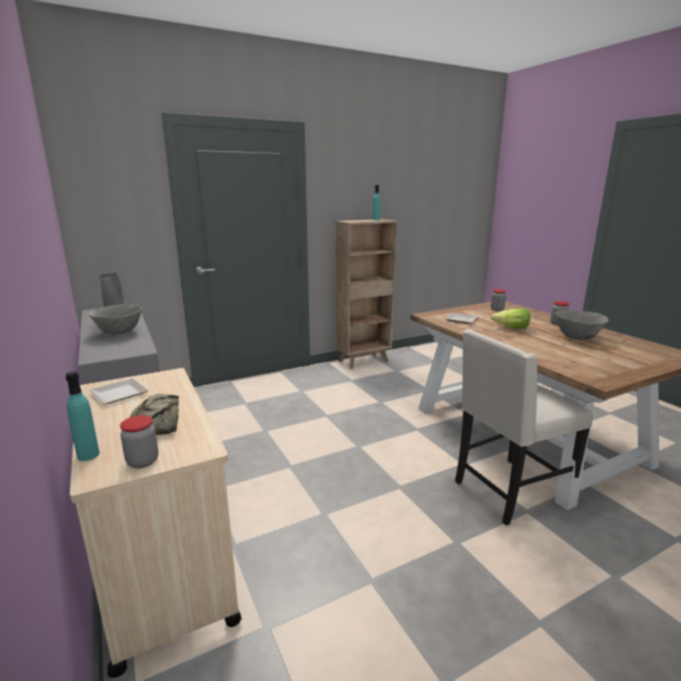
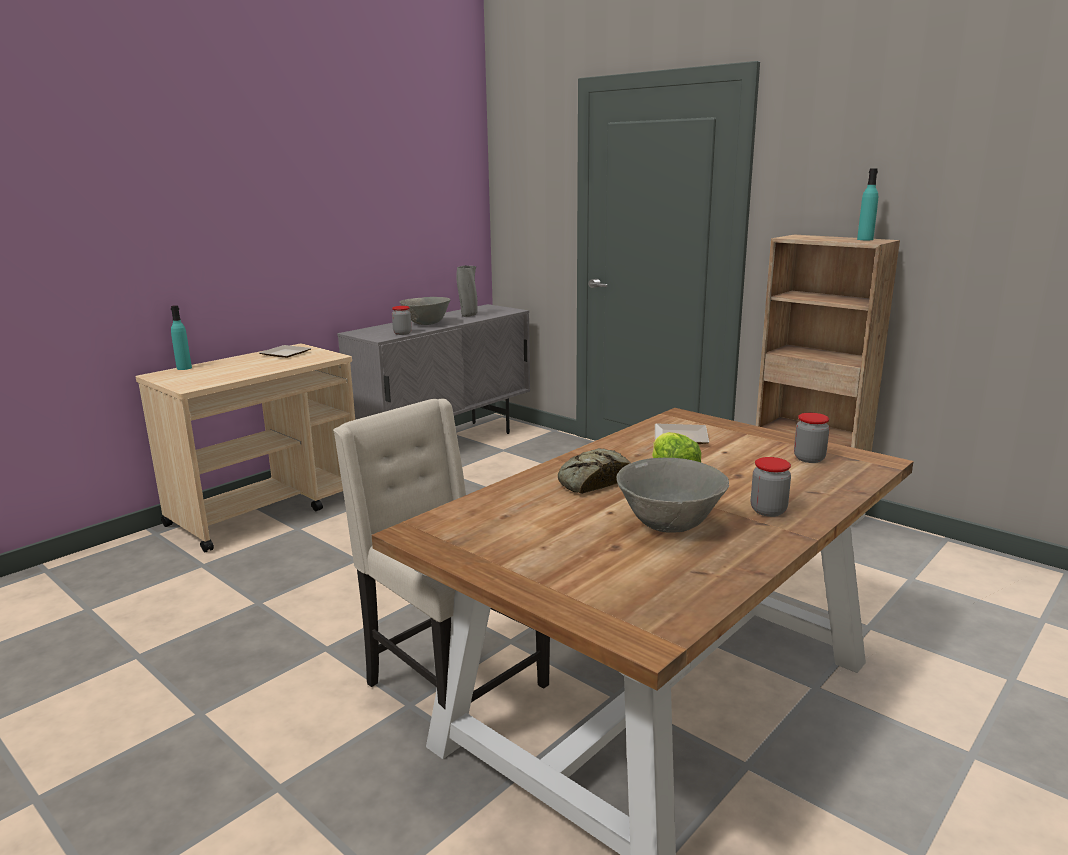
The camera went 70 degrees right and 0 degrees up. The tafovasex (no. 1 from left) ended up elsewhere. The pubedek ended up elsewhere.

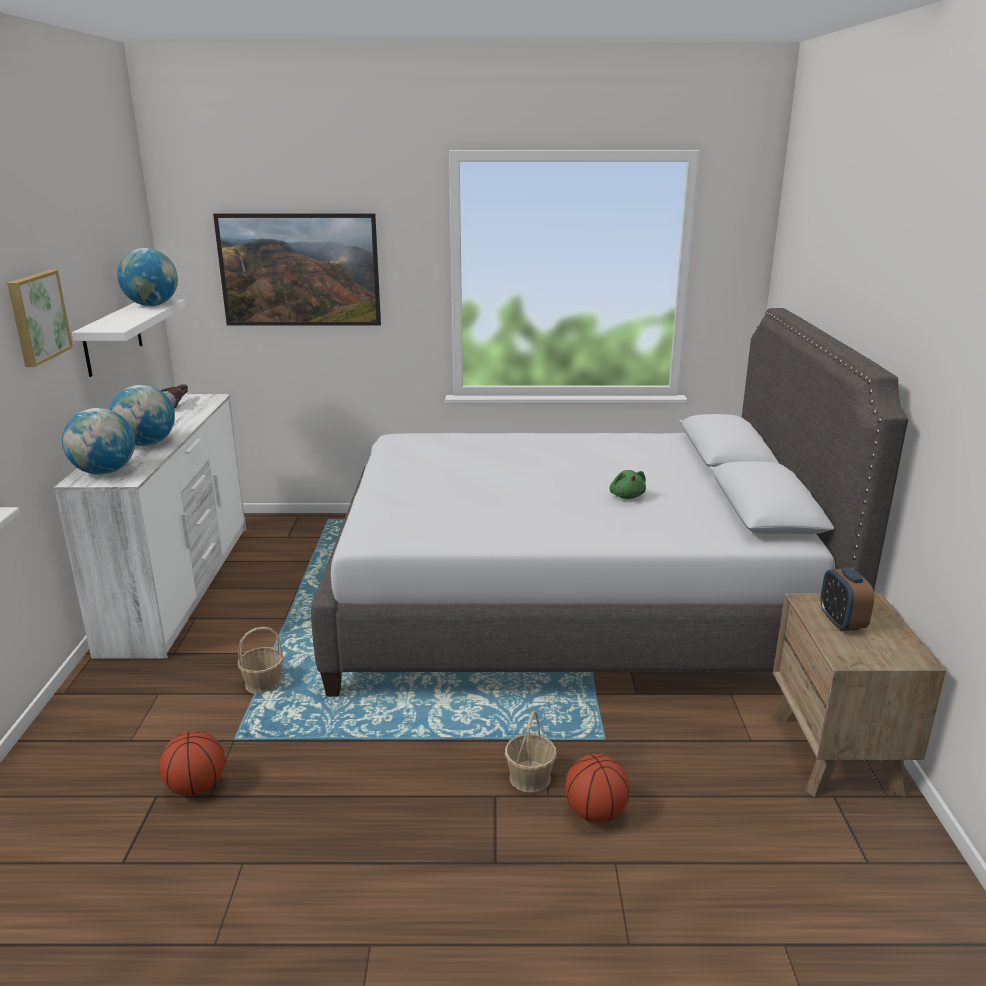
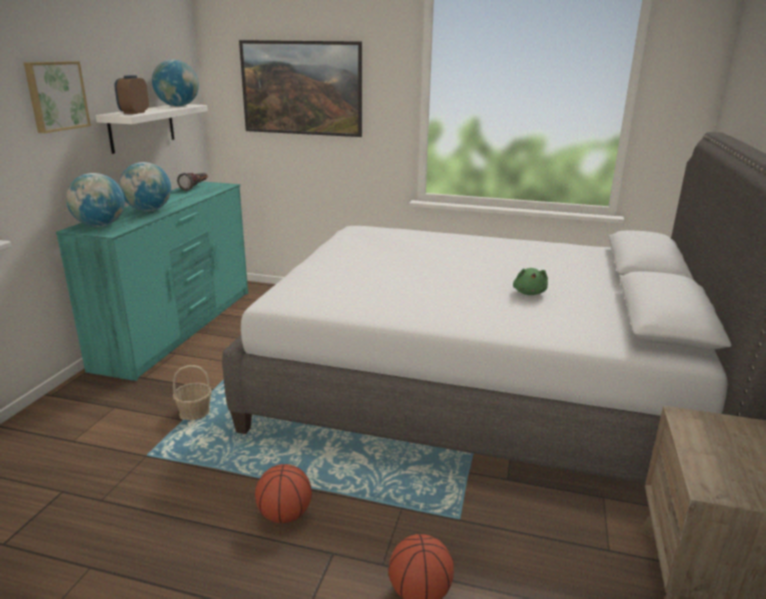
The camera went 15 degrees right and 0 degrees up. What was the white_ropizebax turned into the turquoise_ropizebax. The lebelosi (no. 1 from left) ended up elsewhere. The second view lost the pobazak (no. 2 from left). The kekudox ended up elsewhere.

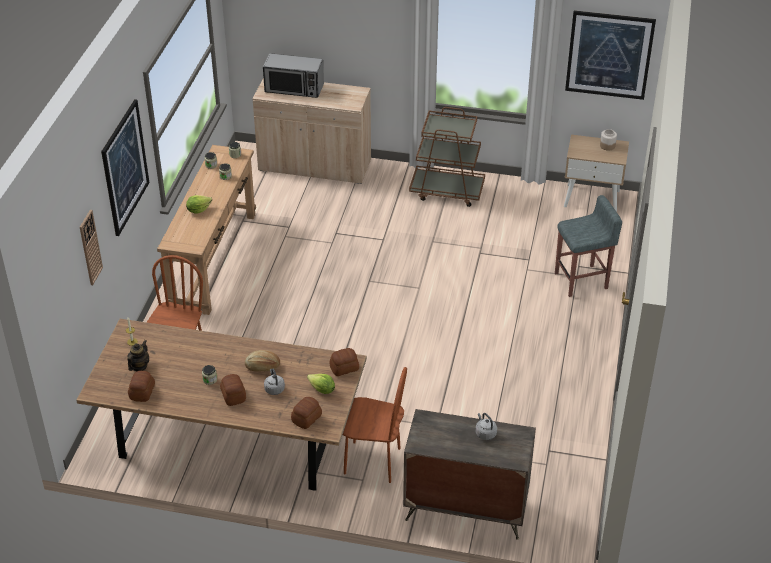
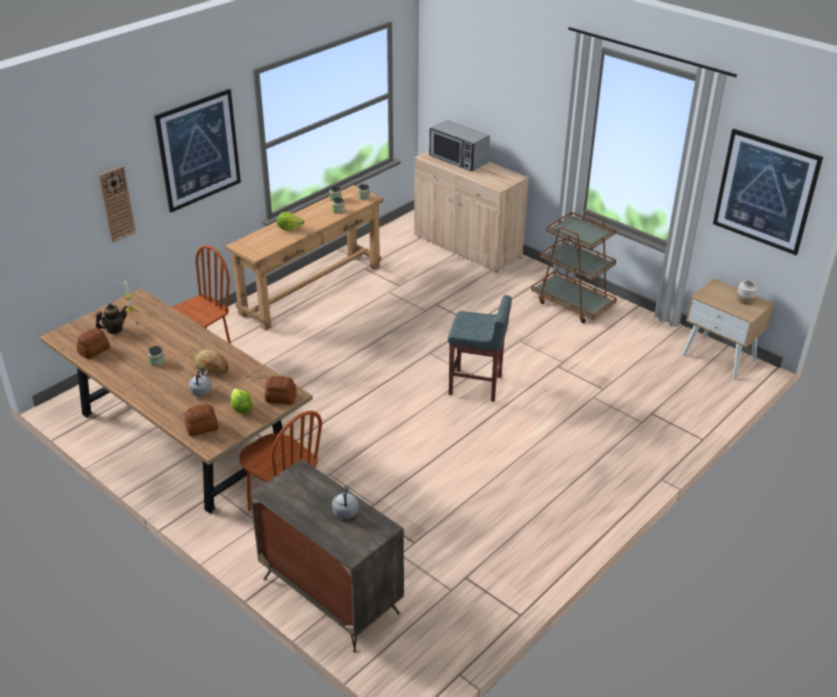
The camera went 30 degrees right and 5 degrees down. The second view lost the pubedek (no. 2 from left). The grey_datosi ended up elsewhere.

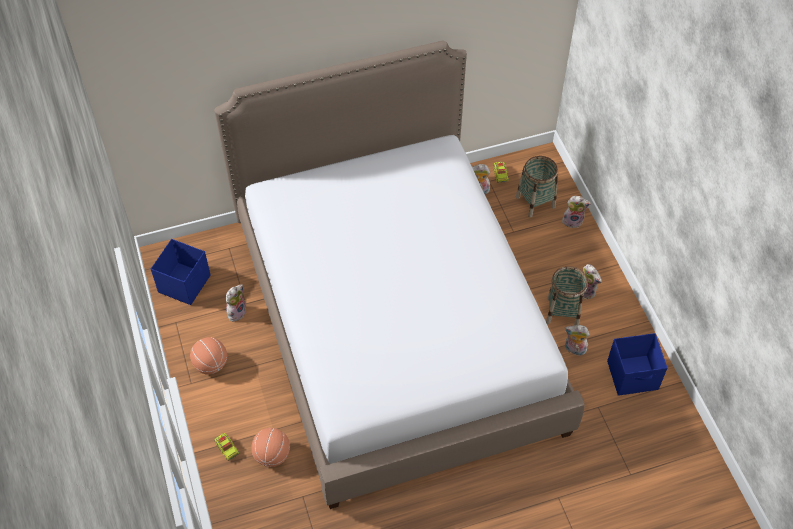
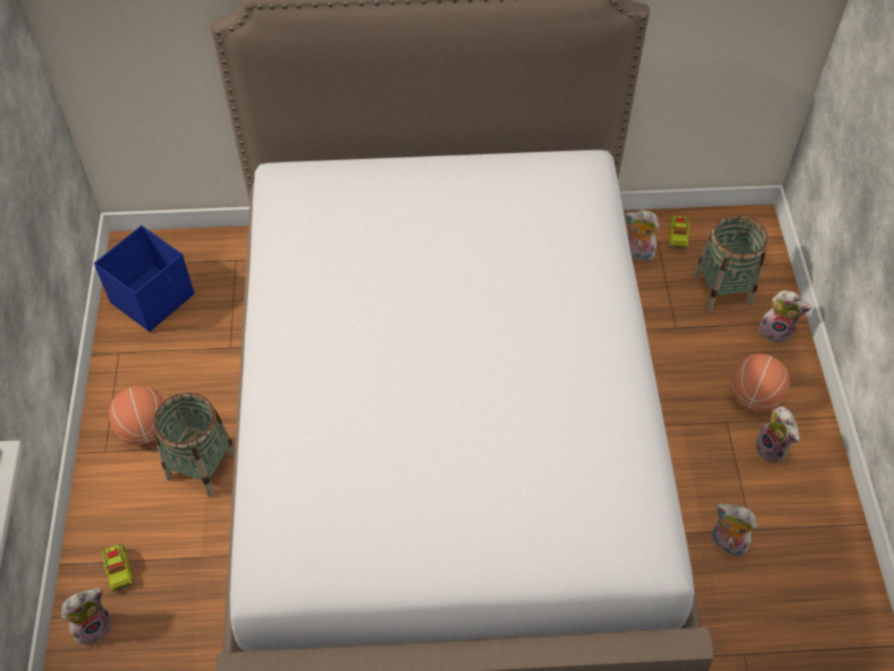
The camera went 15 degrees right and 0 degrees up. The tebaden (no. 1 from left) ended up elsewhere. The lebelosi (no. 2 from left) ended up elsewhere. The pobazak (no. 2 from left in the first image) ended up elsewhere. The second view lost the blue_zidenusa (no. 2 from left).

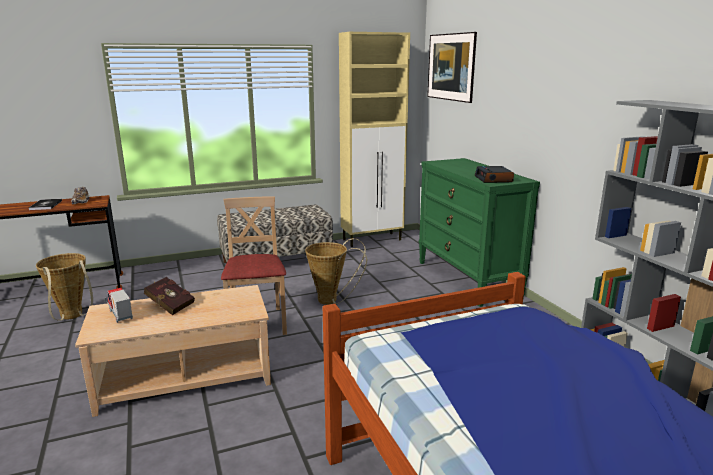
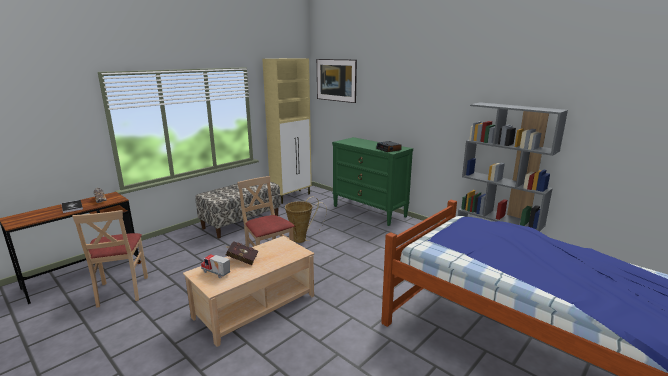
The camera went 25 degrees left and 0 degrees up. Where the pobazak (no. 1 from left) stood, the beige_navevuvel (no. 1 from left) came to stand.

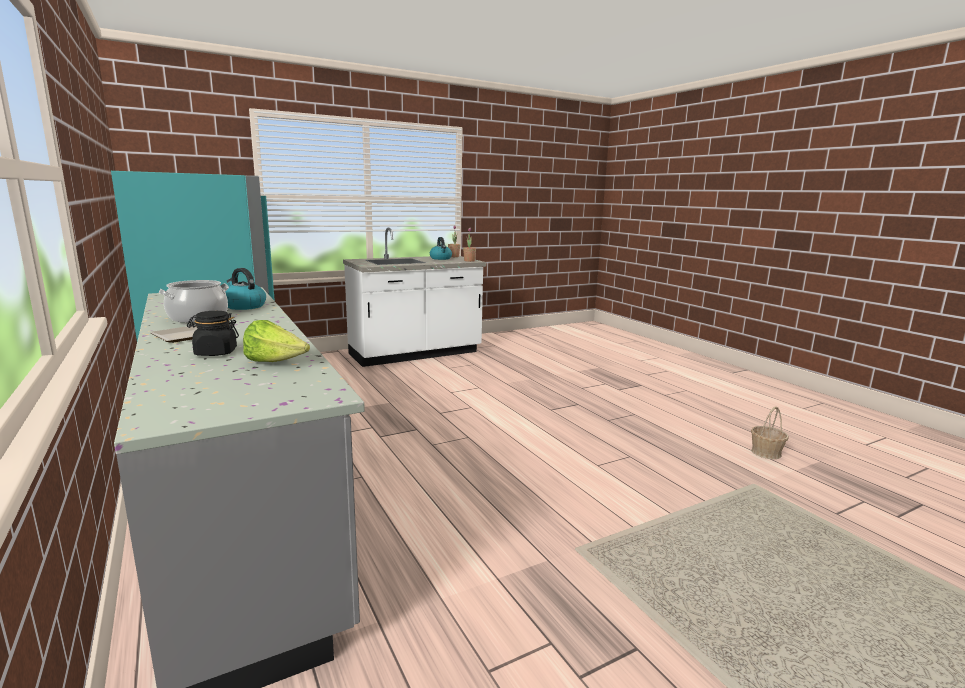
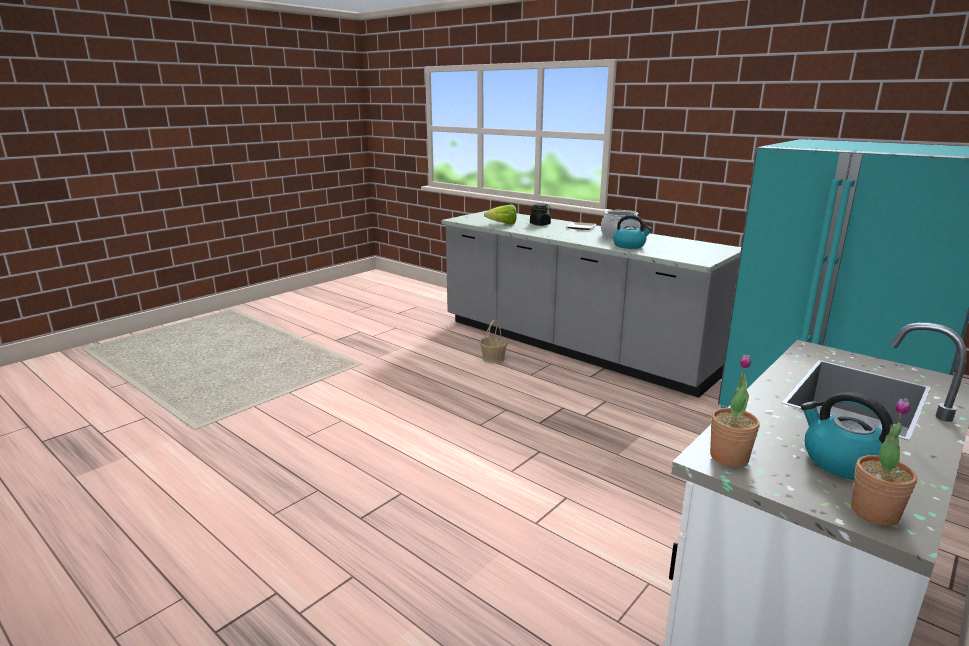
The camera went 160 degrees right and 5 degrees up. The pobazak ended up elsewhere.

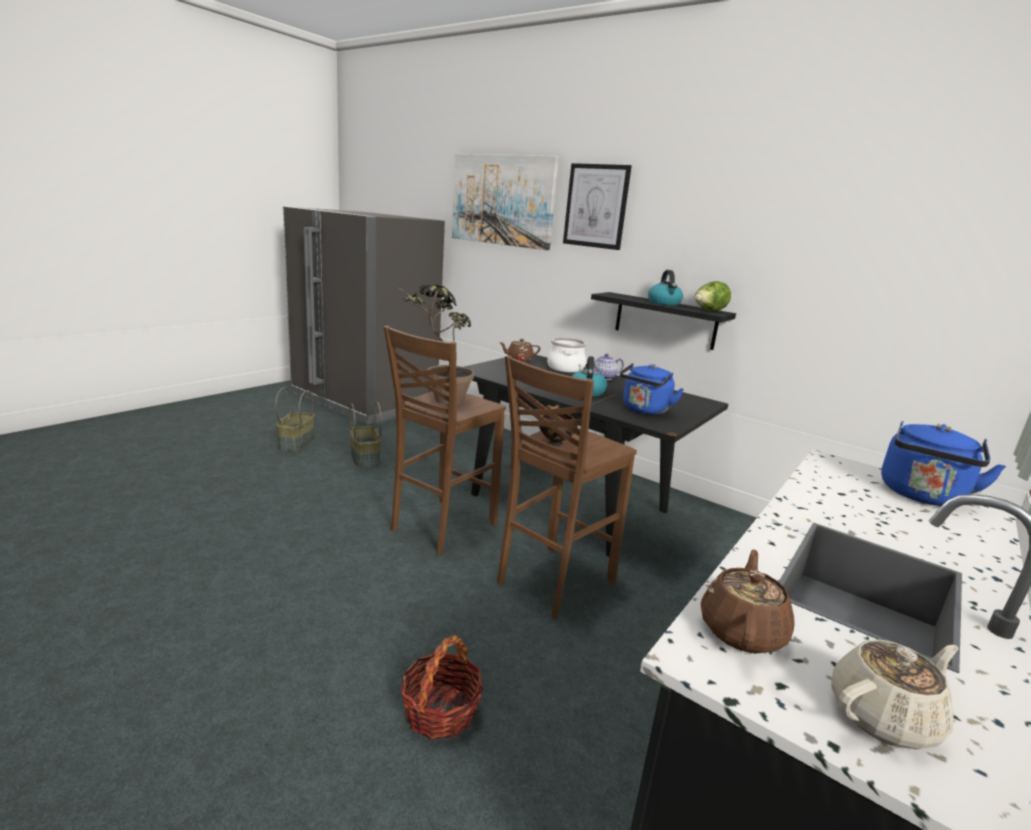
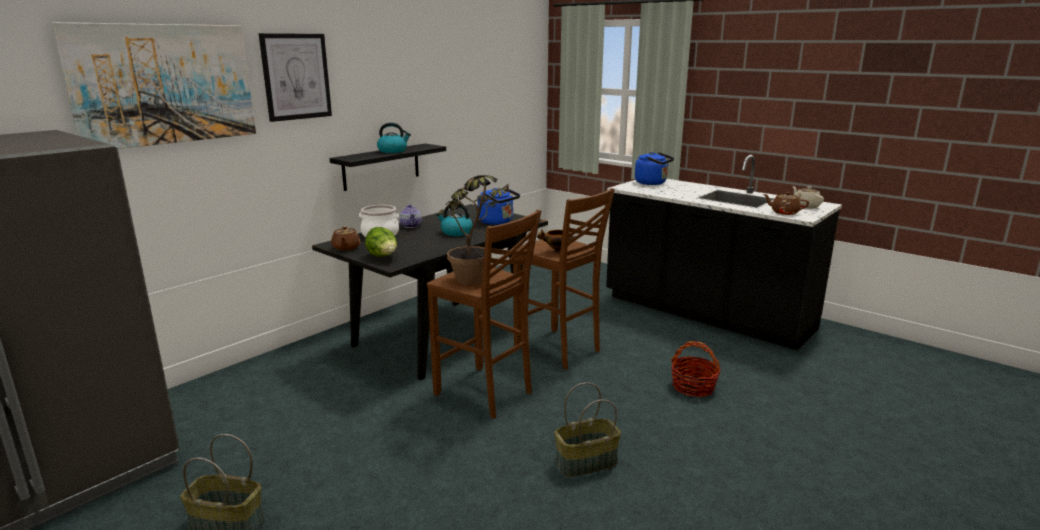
The camera went 85 degrees left and 0 degrees up. The pobazak (no. 2 from left) ended up elsewhere. The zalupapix ended up elsewhere.

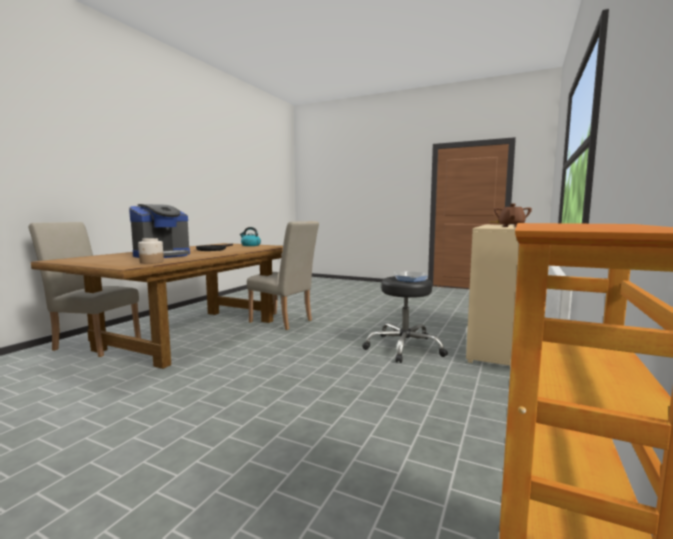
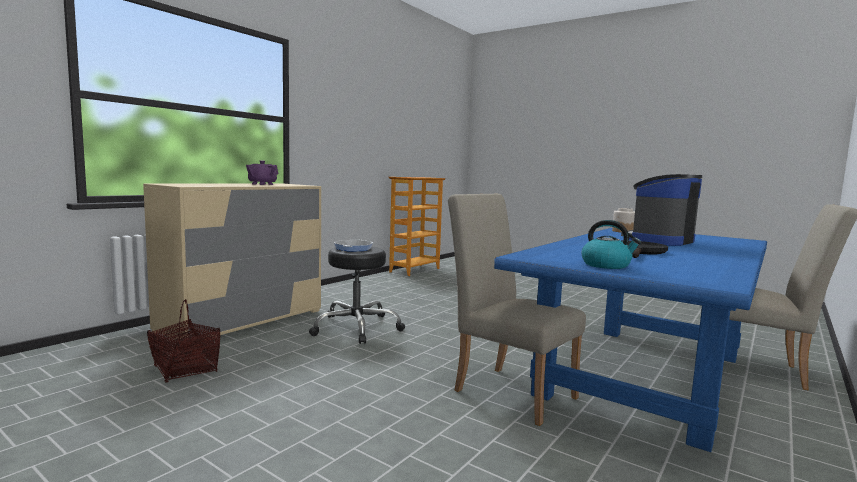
The camera went 170 degrees left and 0 degrees up. What was the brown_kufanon turned into the blue_kufanon. What was the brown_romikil turned into the purple_romikil. The second view gained the pobazak.

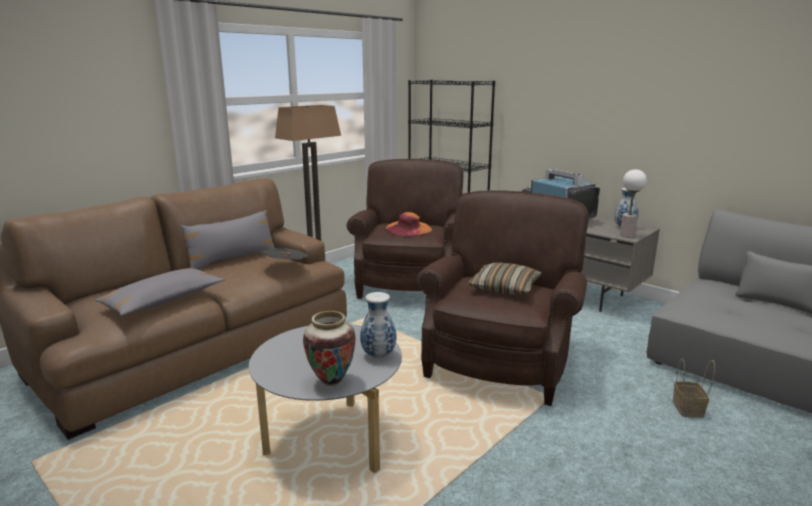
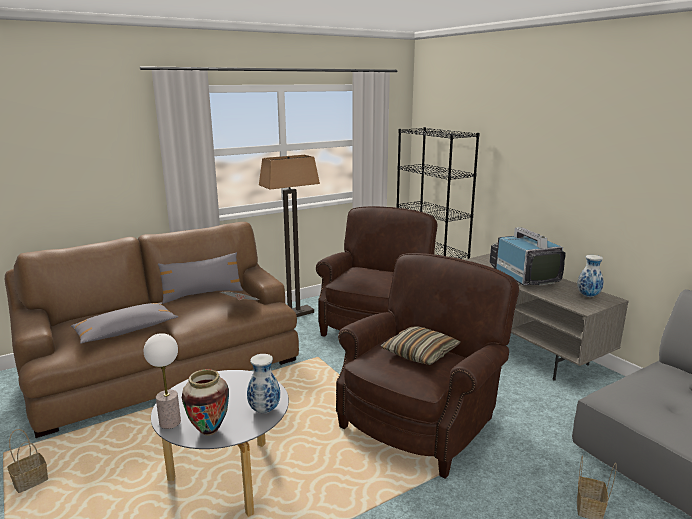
The camera went 15 degrees right and 0 degrees up. The second view lost the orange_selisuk. The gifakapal ended up elsewhere. The second view gained the pobazak (no. 1 from left).

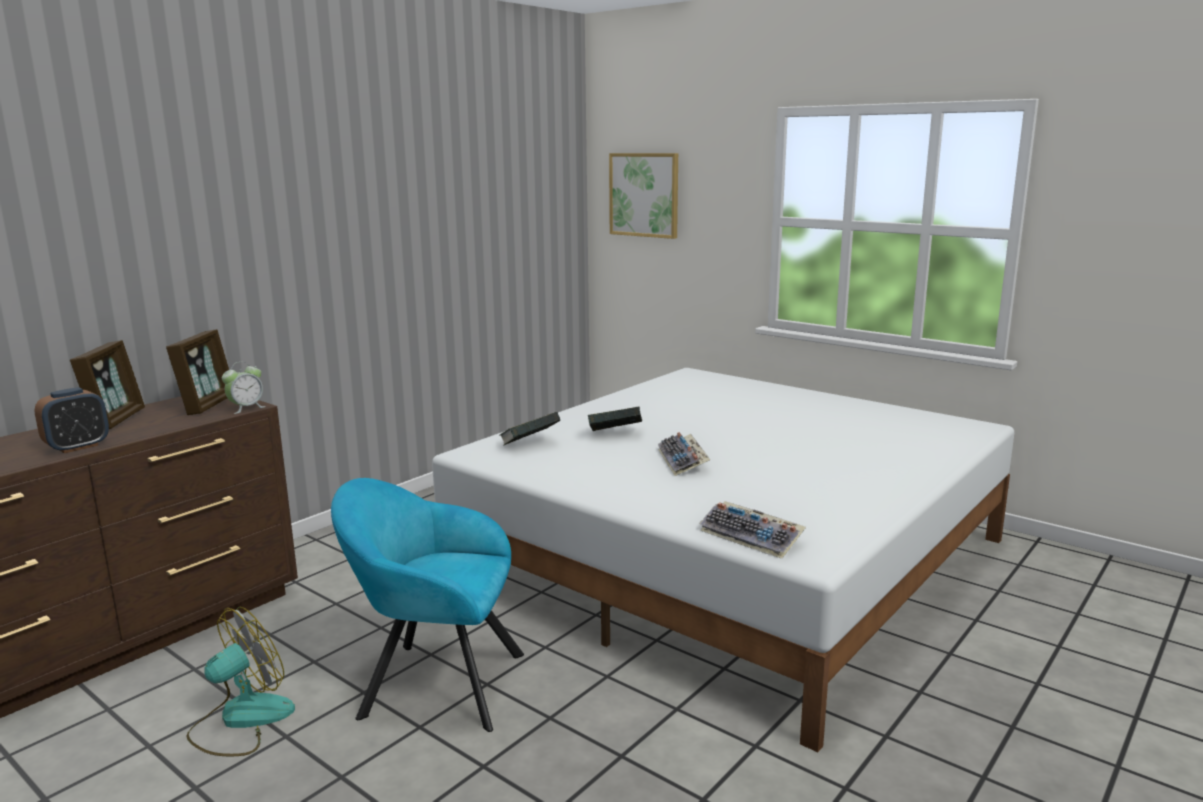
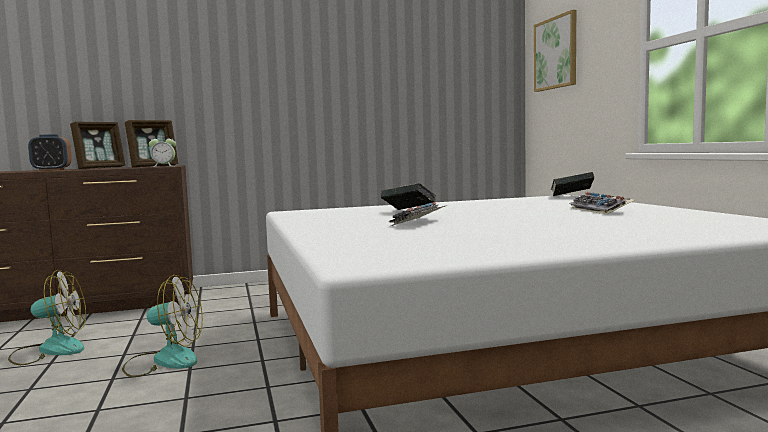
The camera went 35 degrees right and 10 degrees down. Where the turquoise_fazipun stood, the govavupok (no. 2 from left) came to stand. The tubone (no. 1 from left in the first image) ended up elsewhere. The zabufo (no. 2 from left) ended up elsewhere.

